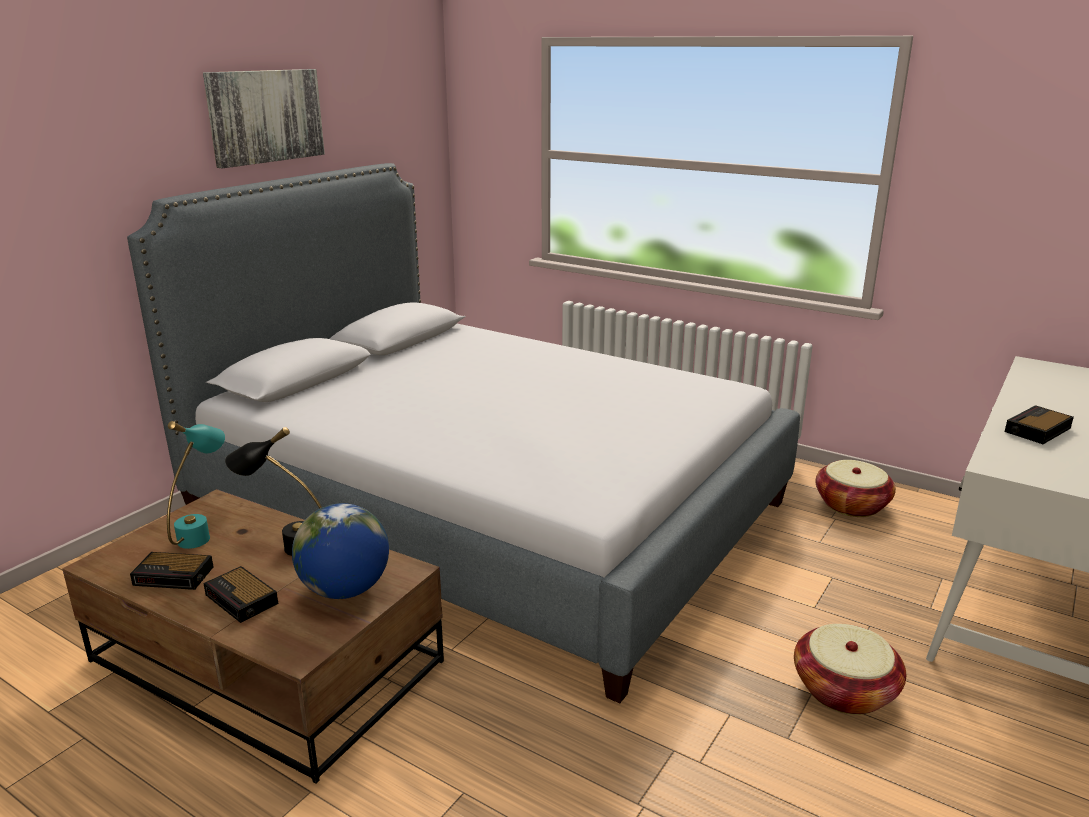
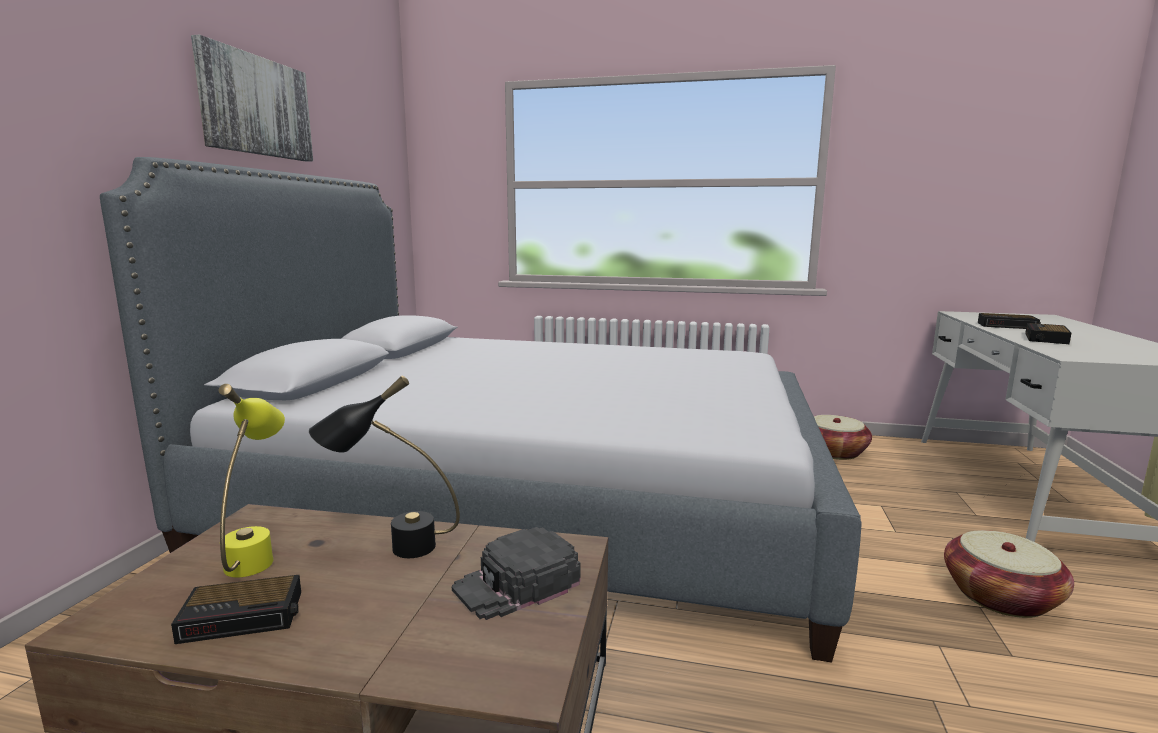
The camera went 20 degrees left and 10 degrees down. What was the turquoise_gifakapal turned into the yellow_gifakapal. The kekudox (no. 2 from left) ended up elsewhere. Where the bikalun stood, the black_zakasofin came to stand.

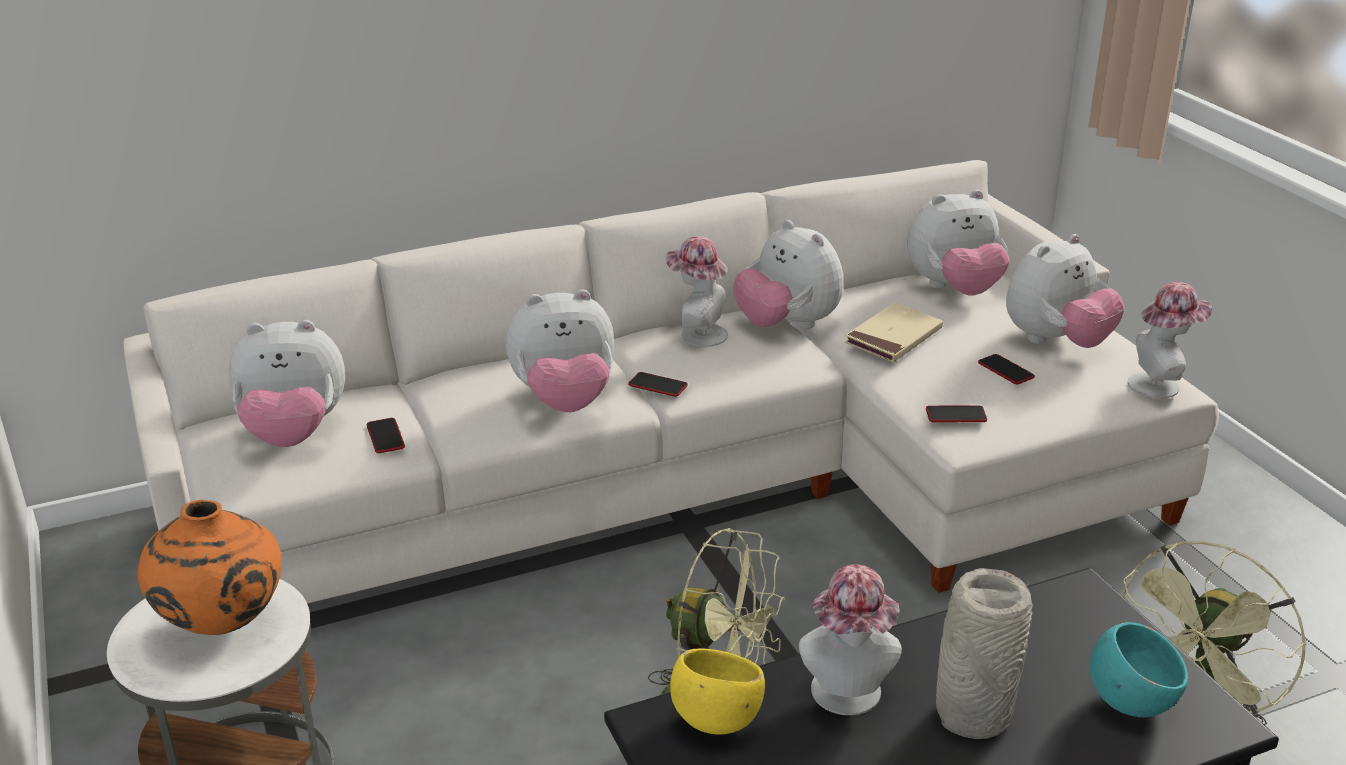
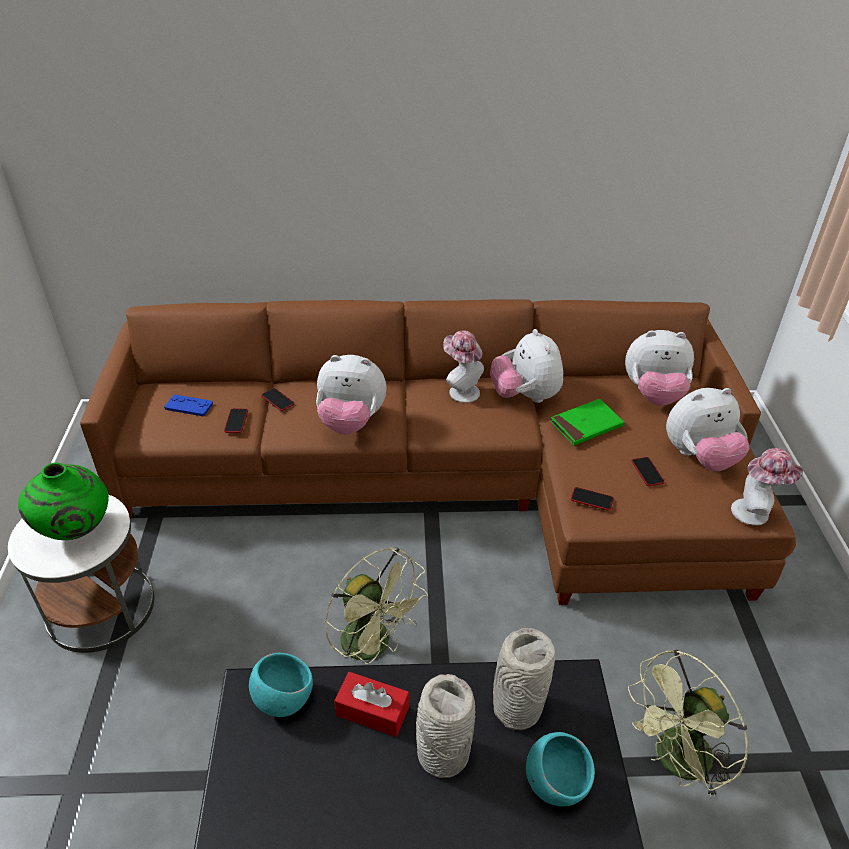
The camera went 20 degrees right and 10 degrees up. What was the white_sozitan turned into the brown_sozitan. What was the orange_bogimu turned into the green_bogimu. Where the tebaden (no. 1 from left) stood, the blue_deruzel came to stand. The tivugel (no. 2 from left) ended up elsewhere. What was the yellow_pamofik turned into the turquoise_pamofik (no. 1 from left). Where the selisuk (no. 2 from left) stood, the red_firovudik came to stand. What was the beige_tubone turned into the green_tubone. The second view gained the grey_bogimu (no. 2 from left).

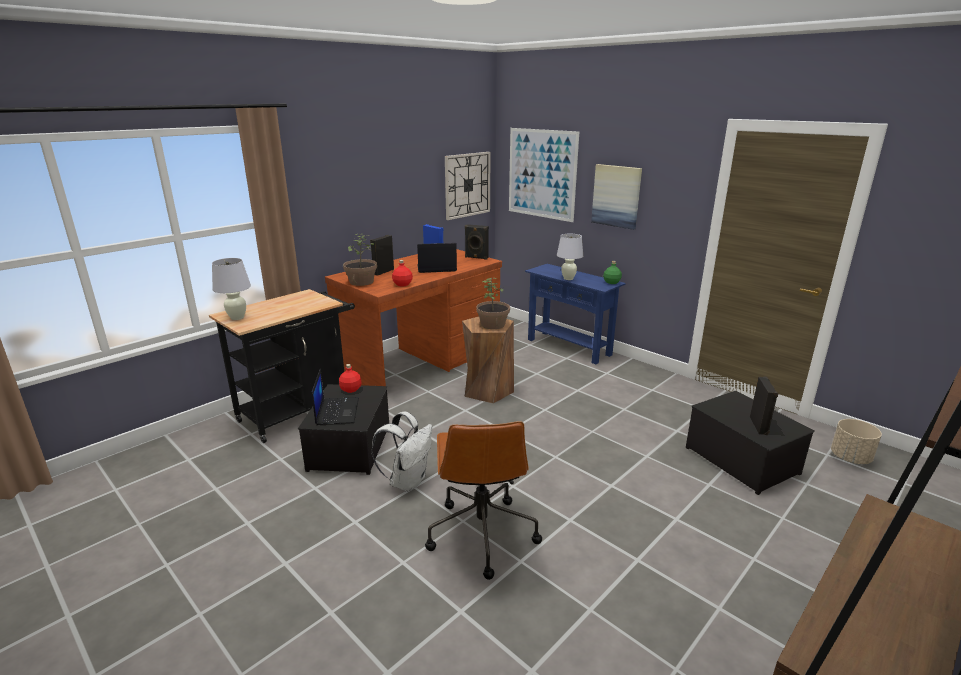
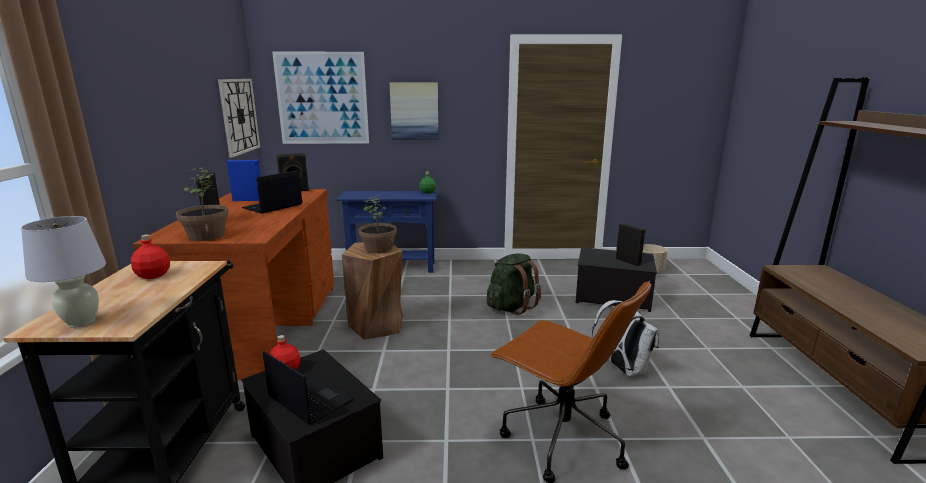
The camera went 45 degrees left and 5 degrees down. The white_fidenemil ended up elsewhere. The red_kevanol (no. 2 from left in the first image) ended up elsewhere. The second view lost the white_gifakapal (no. 2 from left). The second view gained the green_fidenemil.

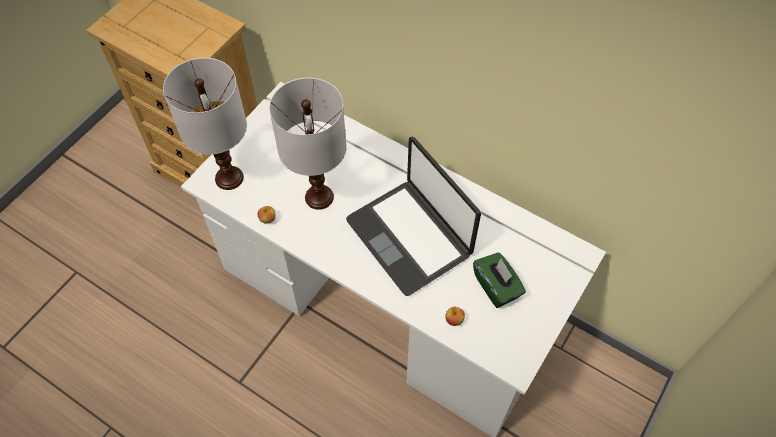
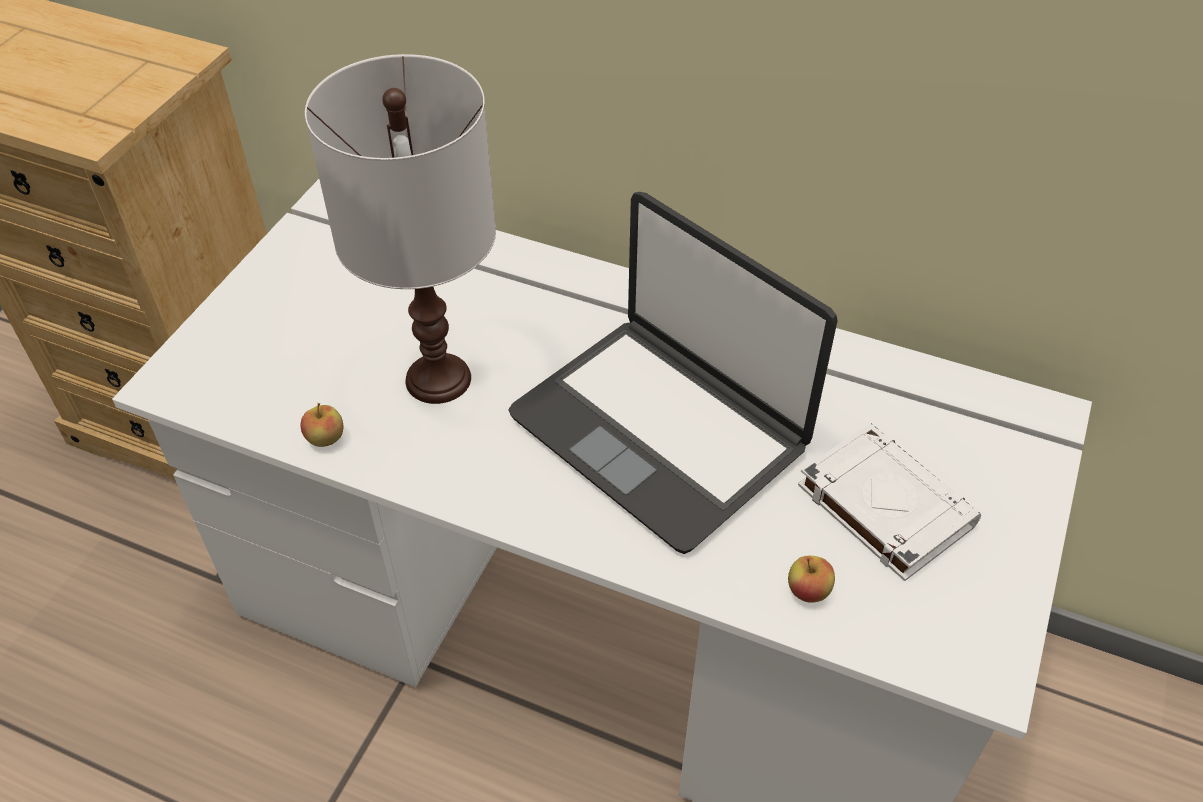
The camera went 10 degrees left and 10 degrees down. The second view lost the white_gifakapal (no. 1 from left). Where the green_firovudik stood, the white_tubone came to stand.

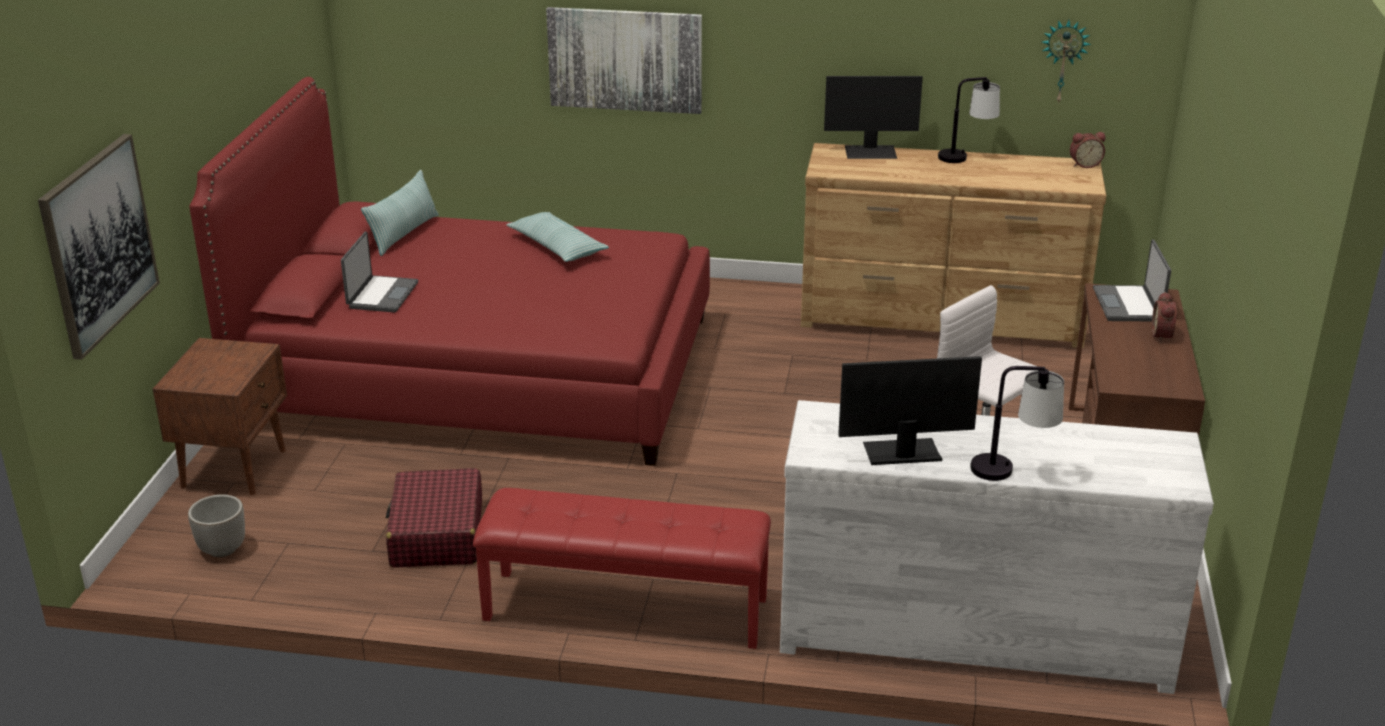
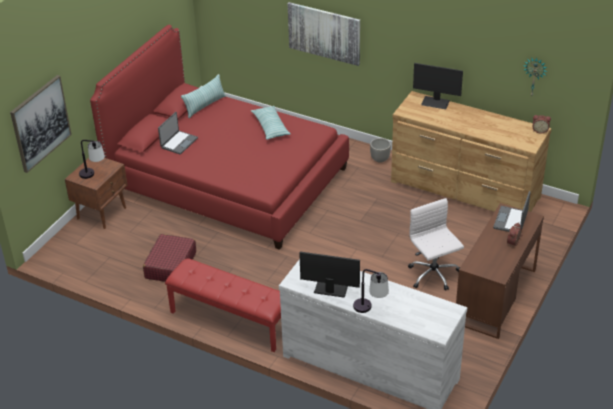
The camera went 20 degrees right and 10 degrees up. The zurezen ended up elsewhere. The gifakapal (no. 1 from left) ended up elsewhere.

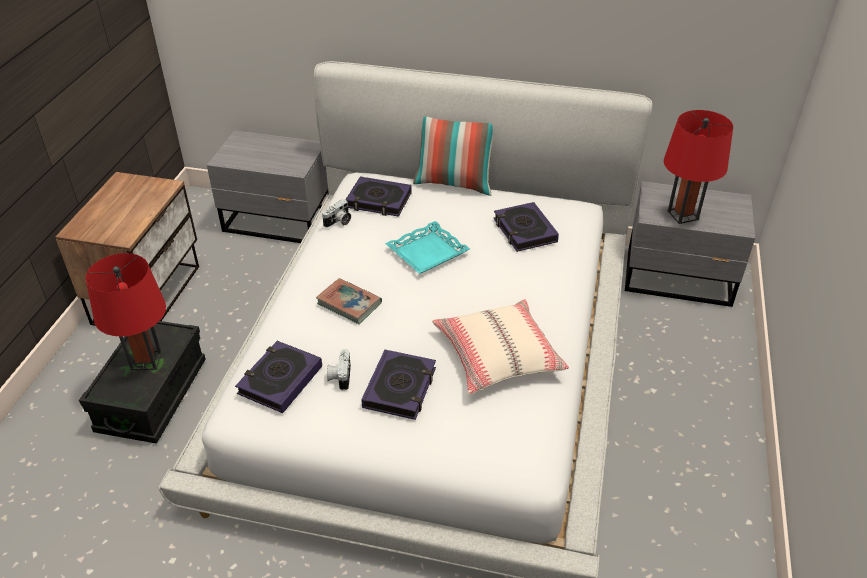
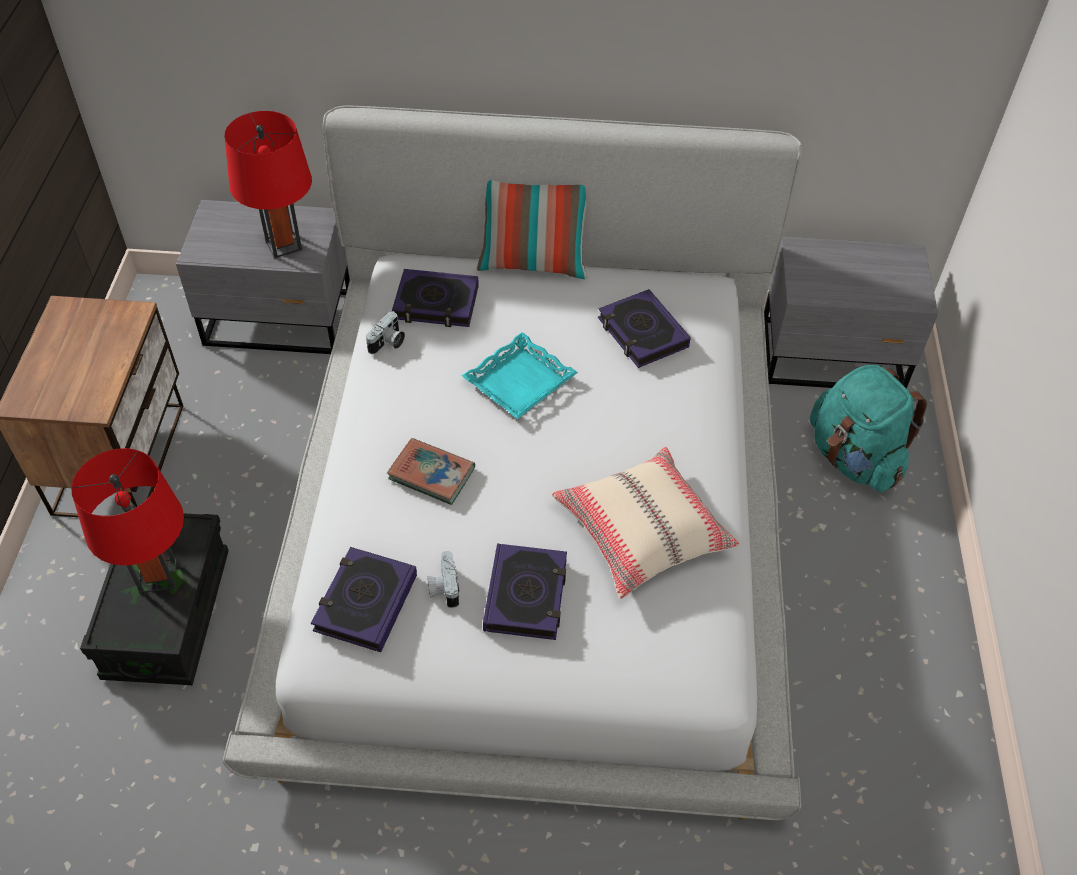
The camera went 10 degrees left and 10 degrees up. The red_gifakapal (no. 2 from left) ended up elsewhere. The second view gained the turquoise_fidenemil.

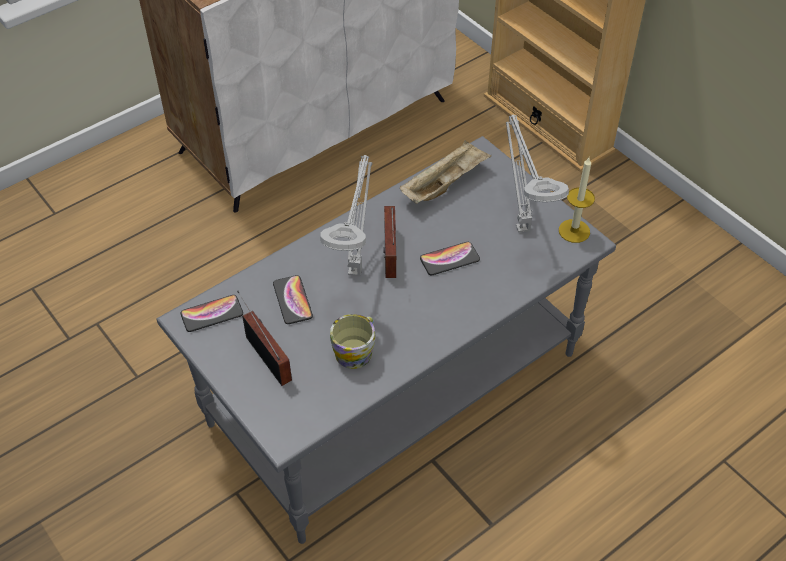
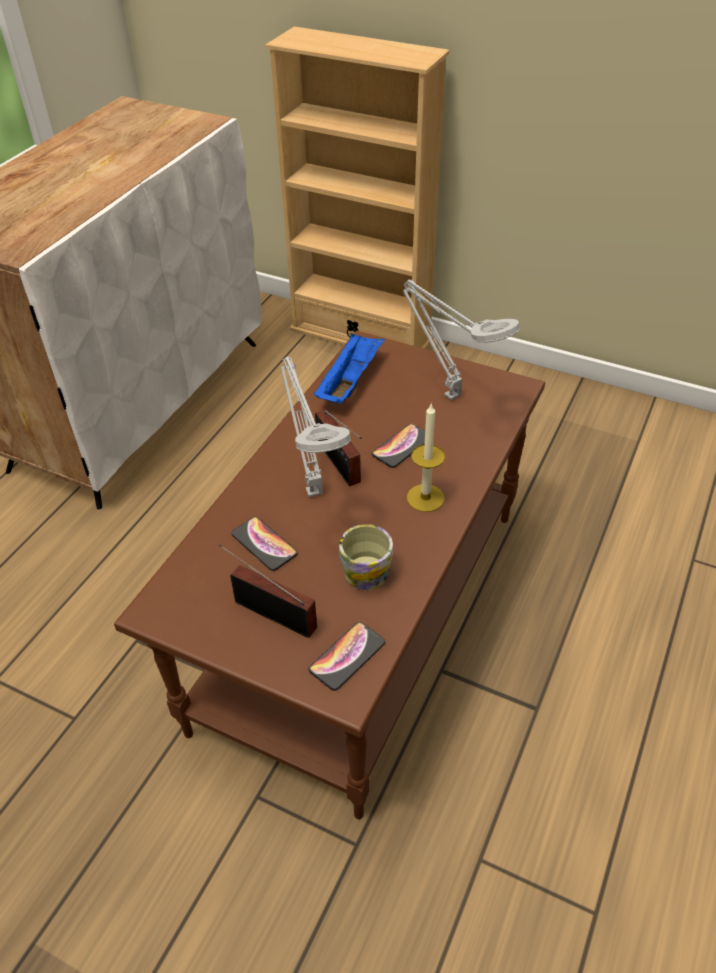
The camera went 25 degrees left and 5 degrees down. What was the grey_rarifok turned into the brown_rarifok. The tivugel (no. 1 from left in the first image) ended up elsewhere. What was the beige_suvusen turned into the blue_suvusen. The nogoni ended up elsewhere.

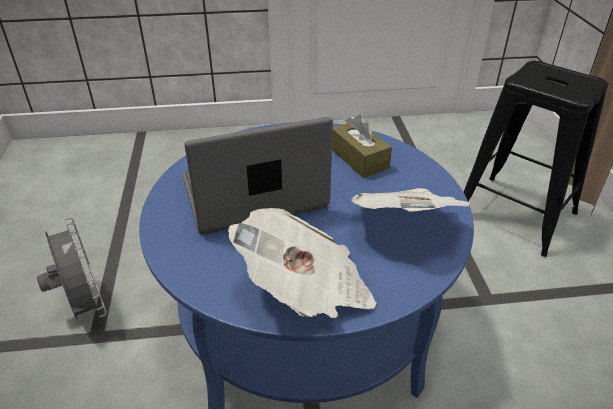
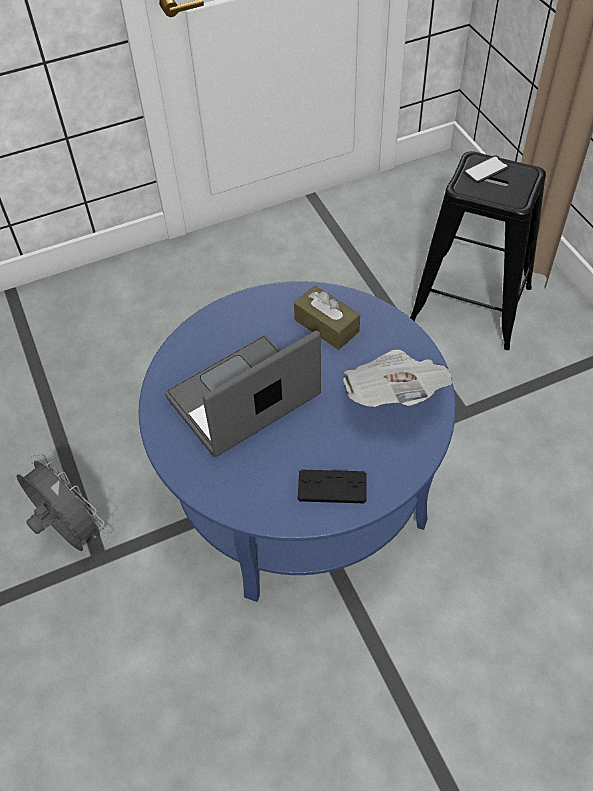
The camera went 15 degrees left and 15 degrees up. Where the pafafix (no. 1 from left) stood, the black_deruzel came to stand. The second view gained the tivugel.

